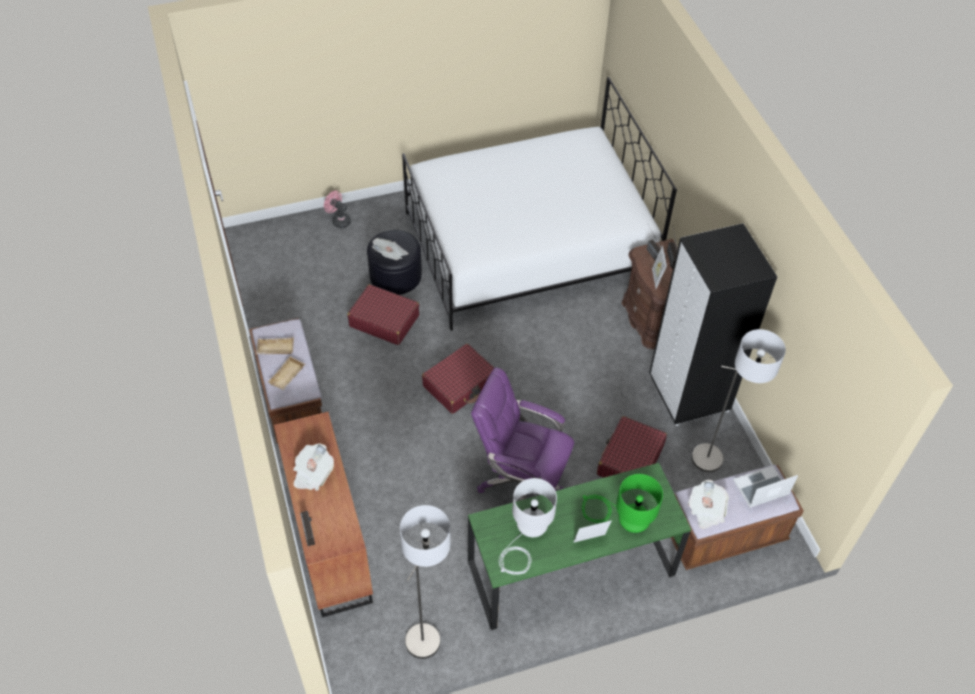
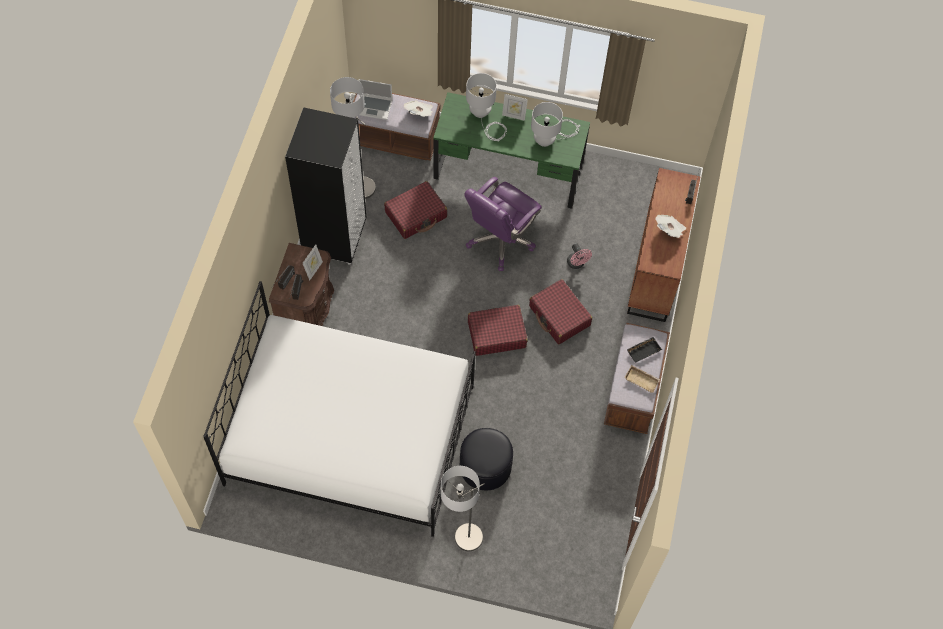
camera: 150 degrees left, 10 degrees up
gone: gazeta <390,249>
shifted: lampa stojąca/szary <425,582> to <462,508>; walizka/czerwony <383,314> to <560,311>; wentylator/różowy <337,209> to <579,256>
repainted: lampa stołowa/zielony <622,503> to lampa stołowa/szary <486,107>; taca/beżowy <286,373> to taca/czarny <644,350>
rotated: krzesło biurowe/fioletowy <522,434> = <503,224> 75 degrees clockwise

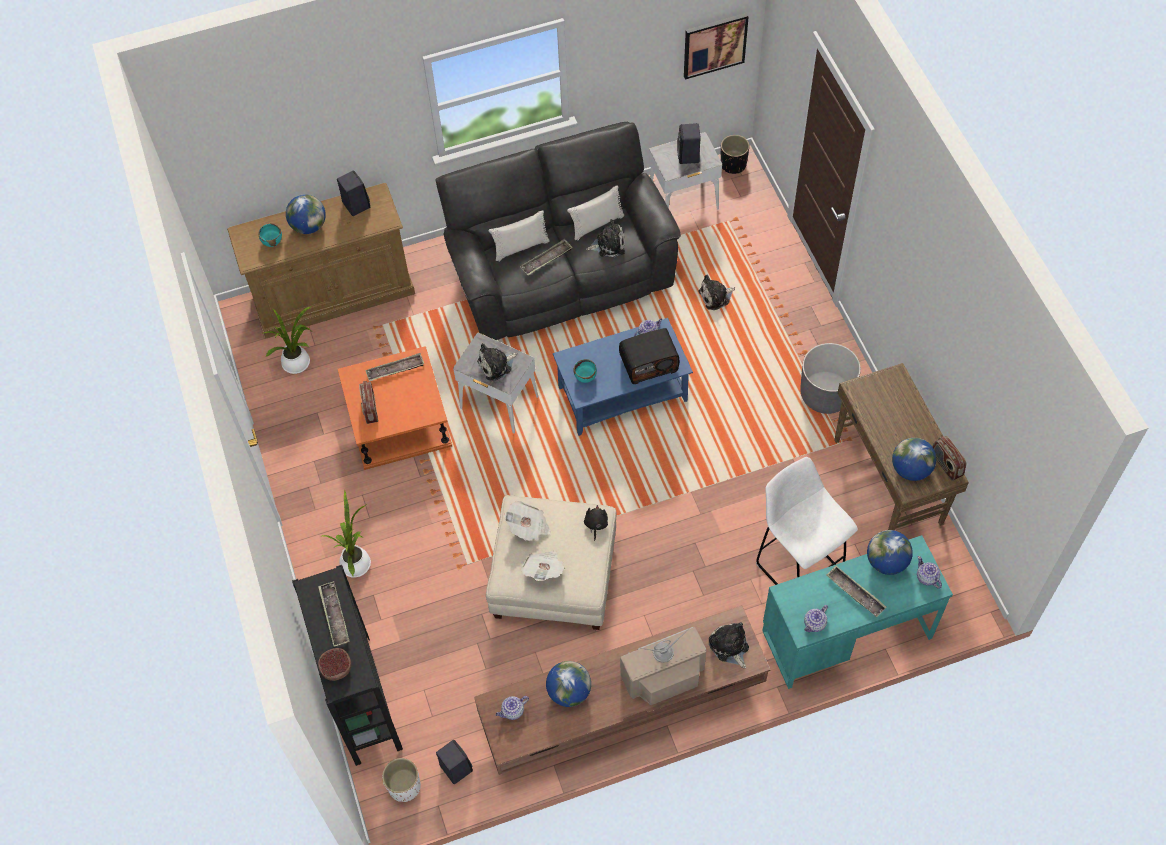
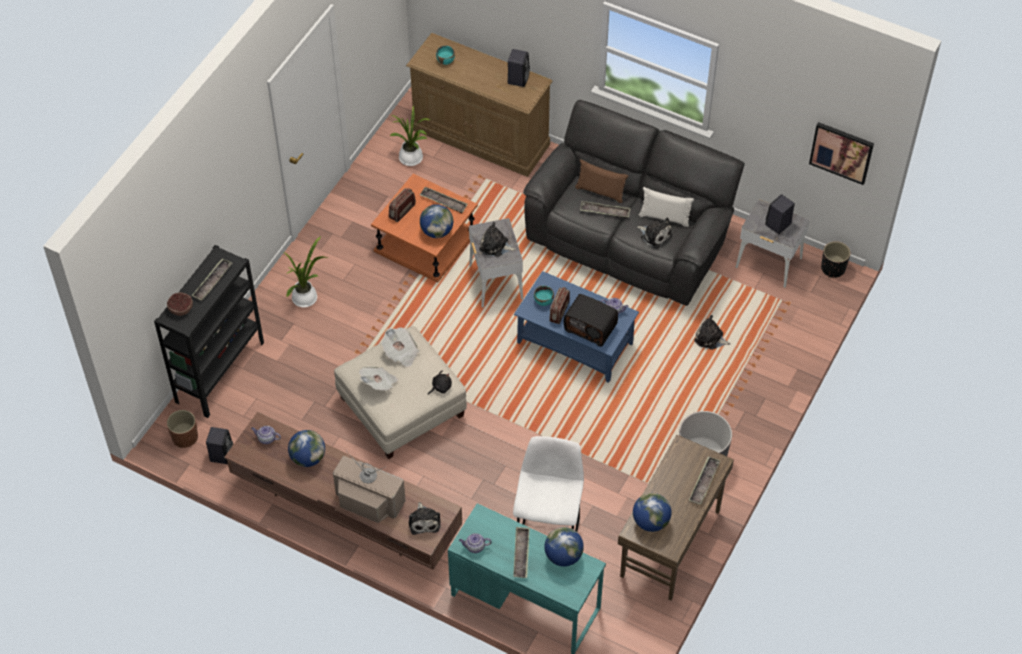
camera: 45 degrees right, 5 degrees down
gone: imbryk <929,572>
new: taca <705,480>
shifted: globus <306,214> to <436,221>; radio <949,458> to <559,305>
repainted: donica/biały <401,780> to donica/brązowy <182,429>; poduszka/biały <519,236> to poduszka/brązowy <601,181>
rotated: pluszak <729,645> = <425,518> 150 degrees clockwise

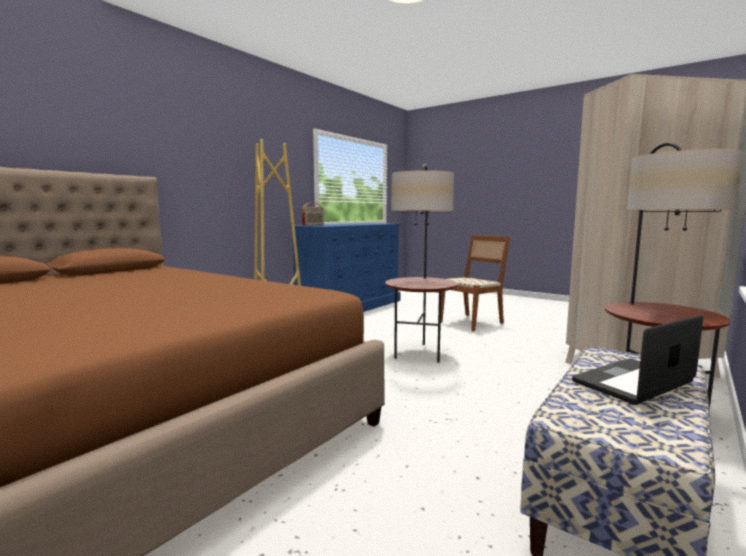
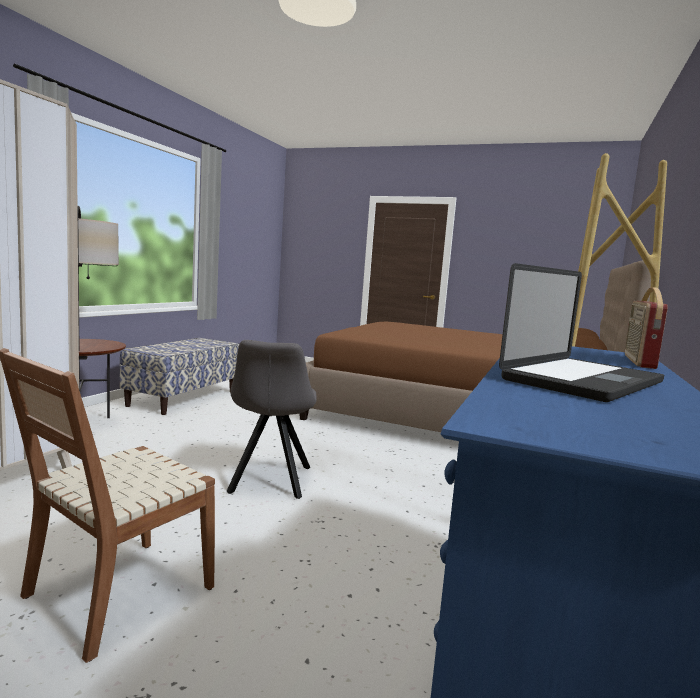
camera: 165 degrees right, 0 degrees up
shifted: laptop <637,360> to <581,332>
swapped: lampa stojąca <421,263> to krzesło/szary <271,419>

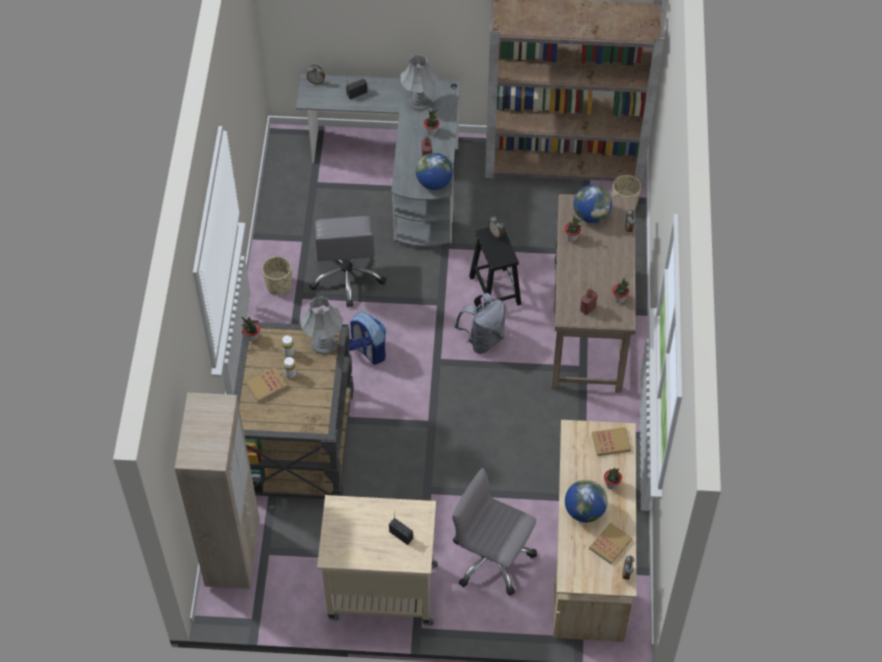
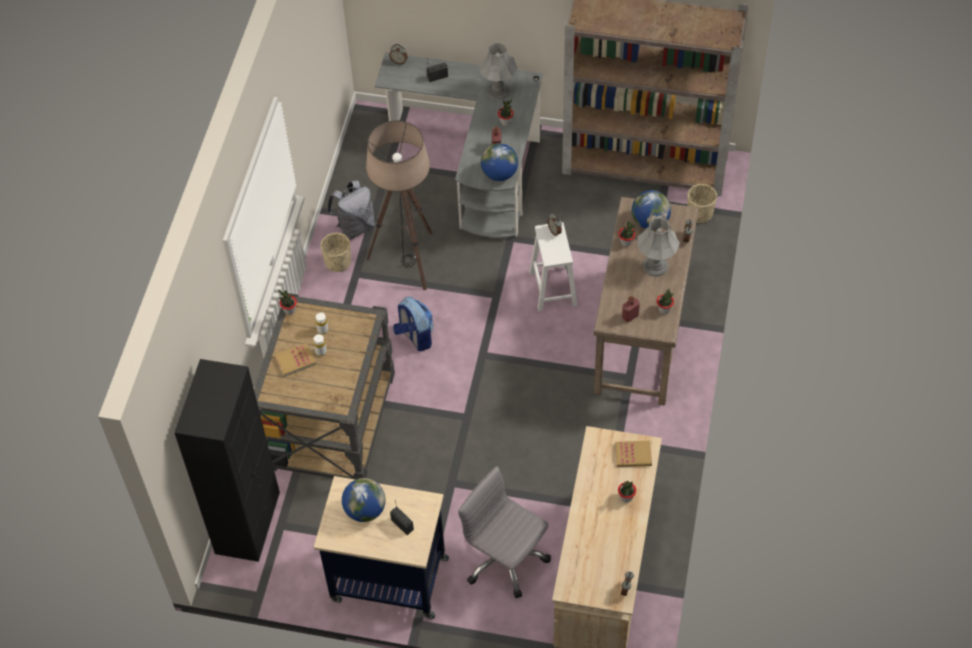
camera: 10 degrees right, 0 degrees up
gone: książka <610,543>
shifted: plecak/szary <480,323> to <351,210>; globus <586,501> to <364,500>; lampa stołowa/szary <322,325> to <658,246>
swapped: krzesło biurowe/szary <347,261> to lampa stojąca <399,205>
repainted: szafka/beżowy <217,491> to szafka/czarny <227,460>; wózek/beżowy <377,560> to wózek/niebieski <381,547>; stołek/czarny <495,266> to stołek/biały <553,267>

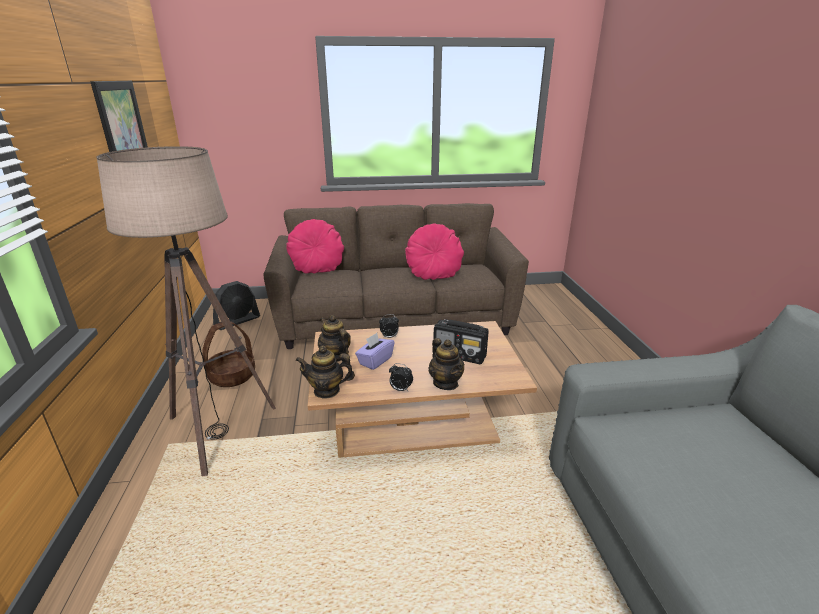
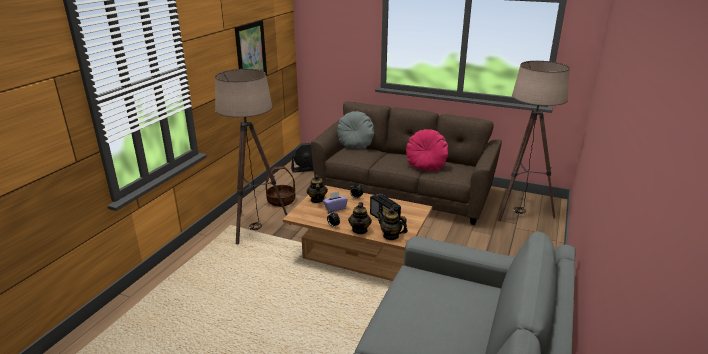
camera: 30 degrees right, 0 degrees up
new: lampa stojąca <534,141>
shifted: imbryk <325,372> to <392,224>
repainted: poduszka/różowy <315,246> to poduszka/szary <355,130>

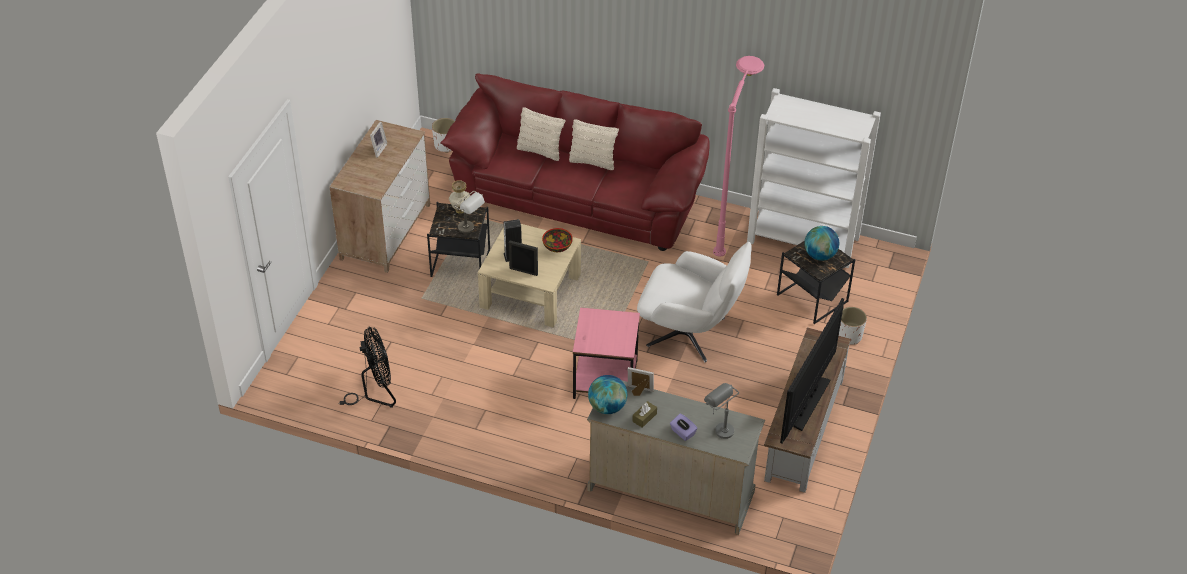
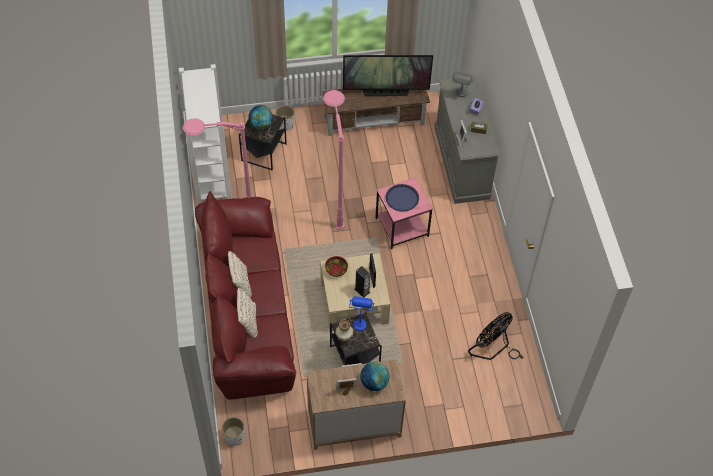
camera: 120 degrees left, 10 degrees up
new: taca/niebieski <402,198>
shifted: globus <607,394> to <374,376>
swapped: fotel/biały <694,302> to lampa stojąca/różowy <334,160>
repainted: lampa stołowa/szary <470,212> to lampa stołowa/niebieski <361,313>

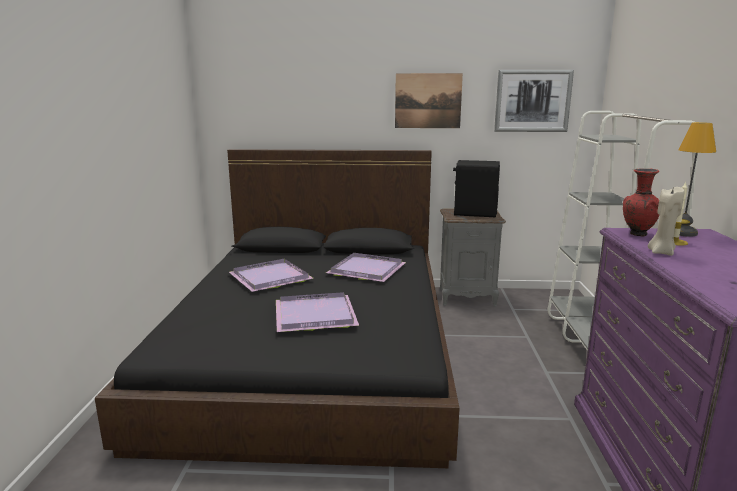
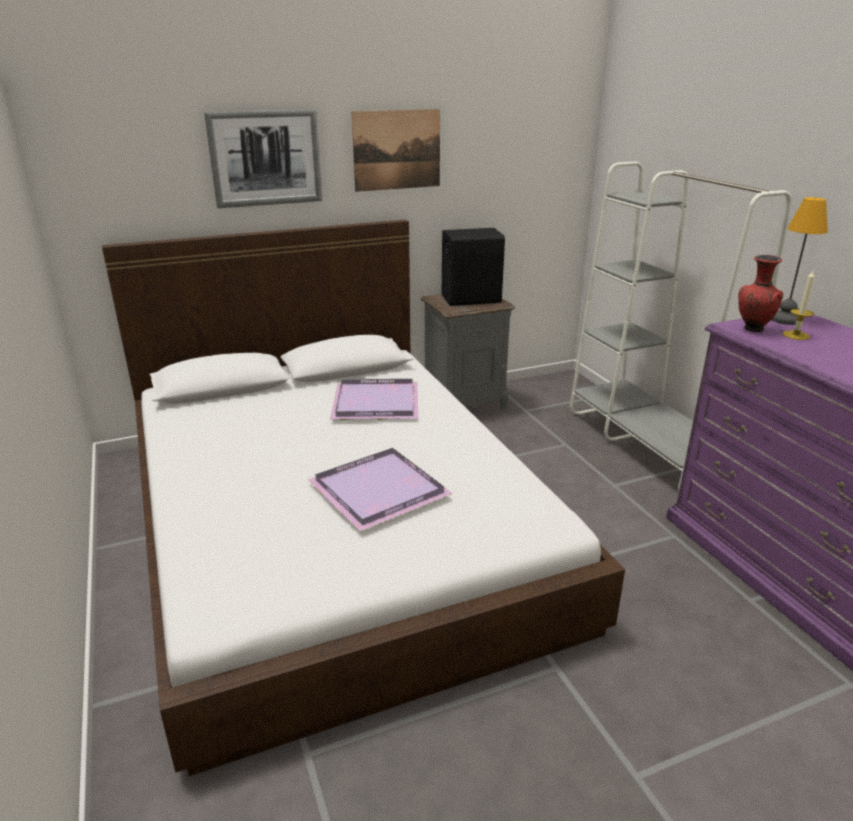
camera: 25 degrees left, 10 degrees up
gone: taca/fioletowy <271,275>; świeca/beżowy <666,221>
shifted: obraz <534,101> to <263,158>
repainted: łóżko/czarny <277,308> to łóżko/biały <363,498>

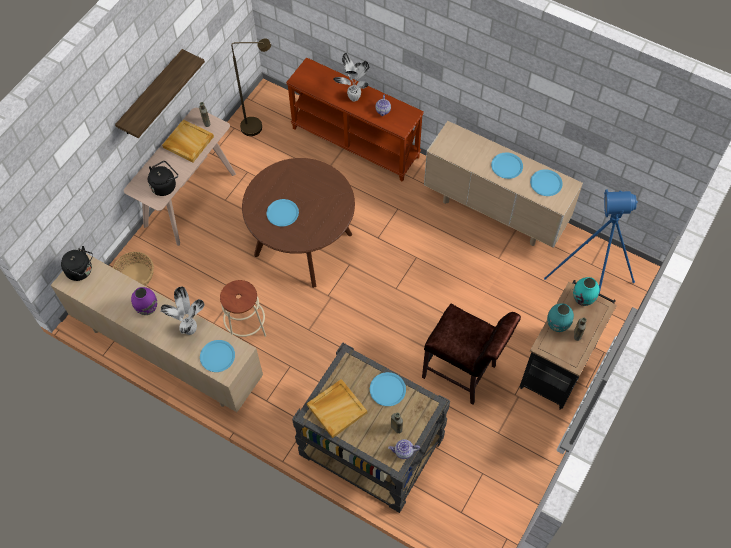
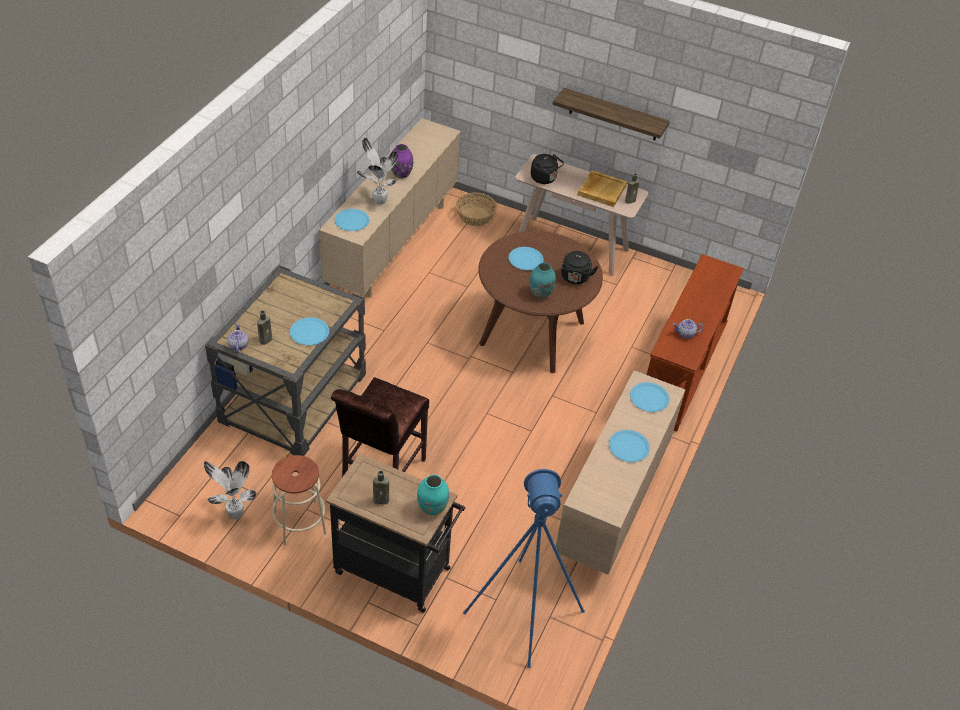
camera: 80 degrees right, 15 degrees down
gone: lampa stojąca/brązowy <251,87>; taca/beżowy <337,408>
shifted: roślina doniczkowa <351,77> to <230,490>; stołek/beżowy <243,308> to <299,500>; wazon/turkusowy <560,317> to <543,281>; czajnik/czarny <77,263> to <579,267>; talerz/niebieski <546,182> to <649,397>

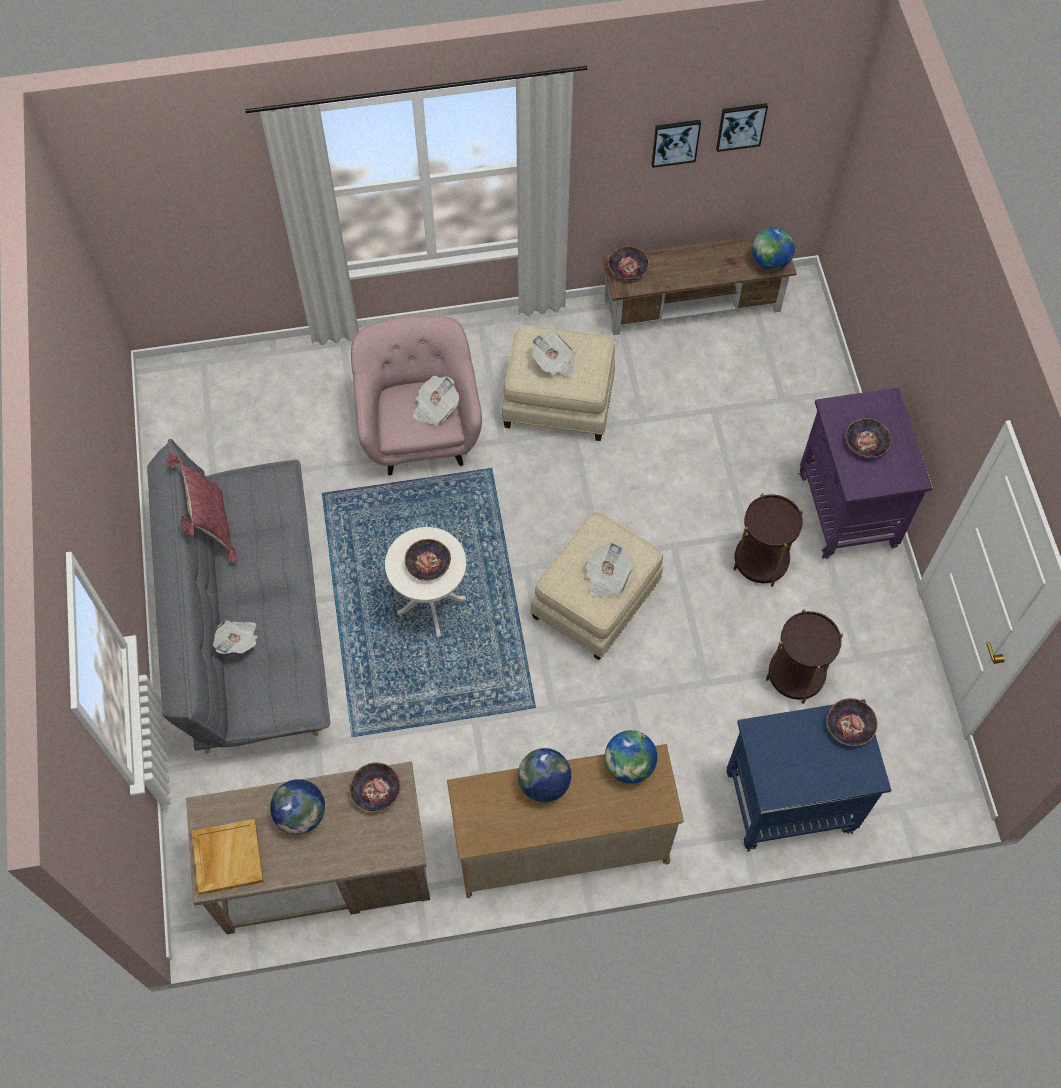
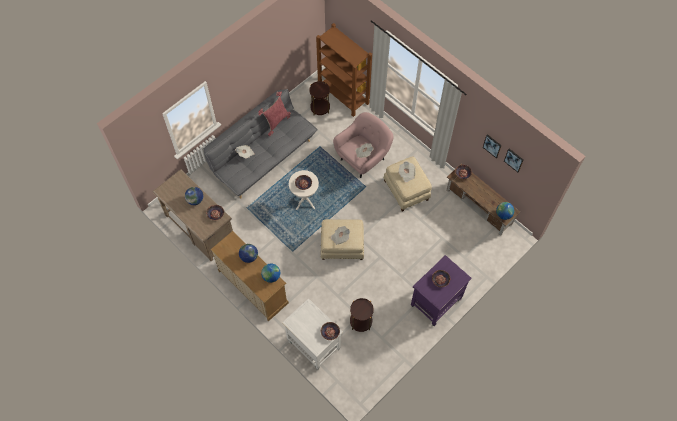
camera: 55 degrees right, 0 degrees up
gone: taca/beżowy <228,857>
new: regał/brązowy <344,70>
shifted: stolik/brązowy <768,540> to <319,98>
repainted: wózek/niebieski <809,775> to wózek/biały <312,334>

